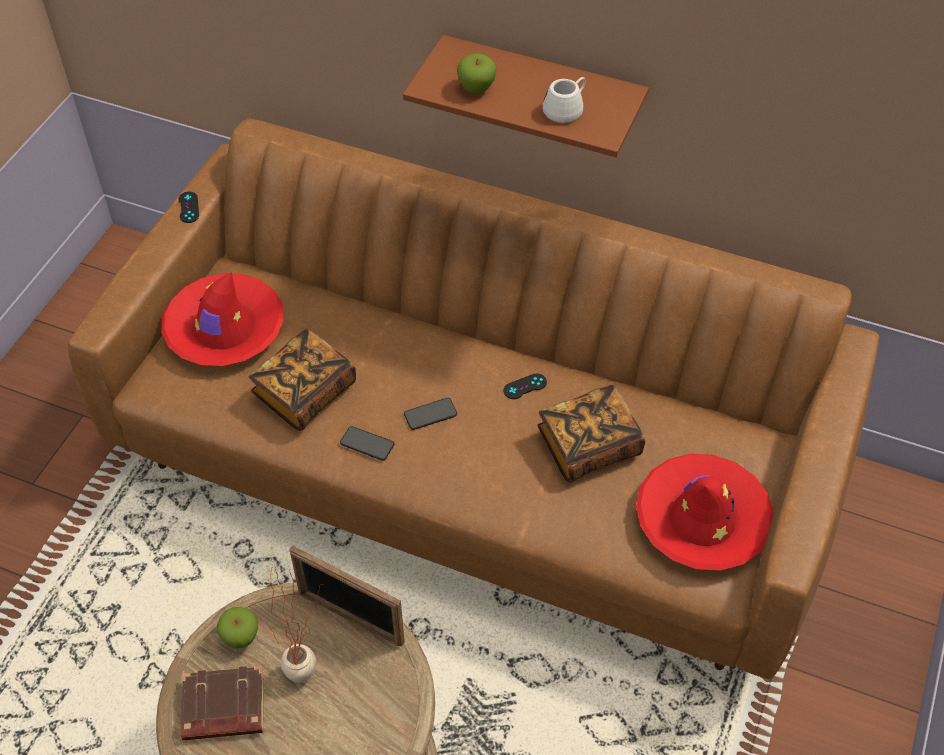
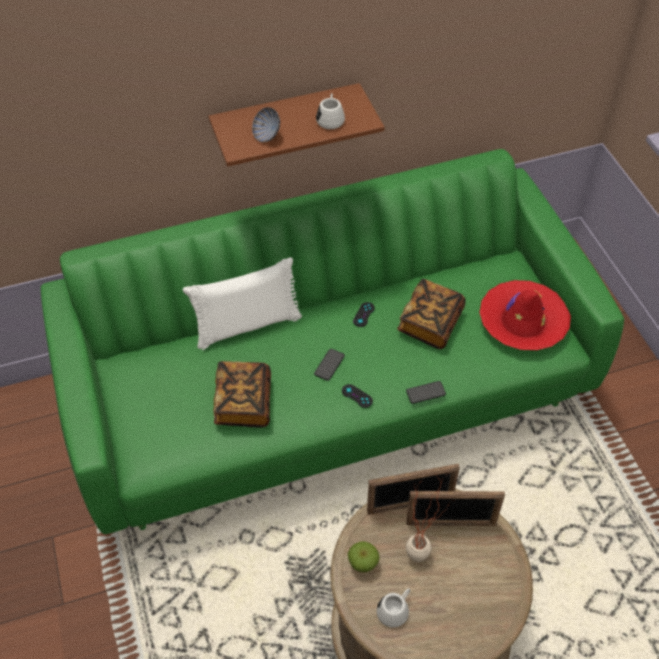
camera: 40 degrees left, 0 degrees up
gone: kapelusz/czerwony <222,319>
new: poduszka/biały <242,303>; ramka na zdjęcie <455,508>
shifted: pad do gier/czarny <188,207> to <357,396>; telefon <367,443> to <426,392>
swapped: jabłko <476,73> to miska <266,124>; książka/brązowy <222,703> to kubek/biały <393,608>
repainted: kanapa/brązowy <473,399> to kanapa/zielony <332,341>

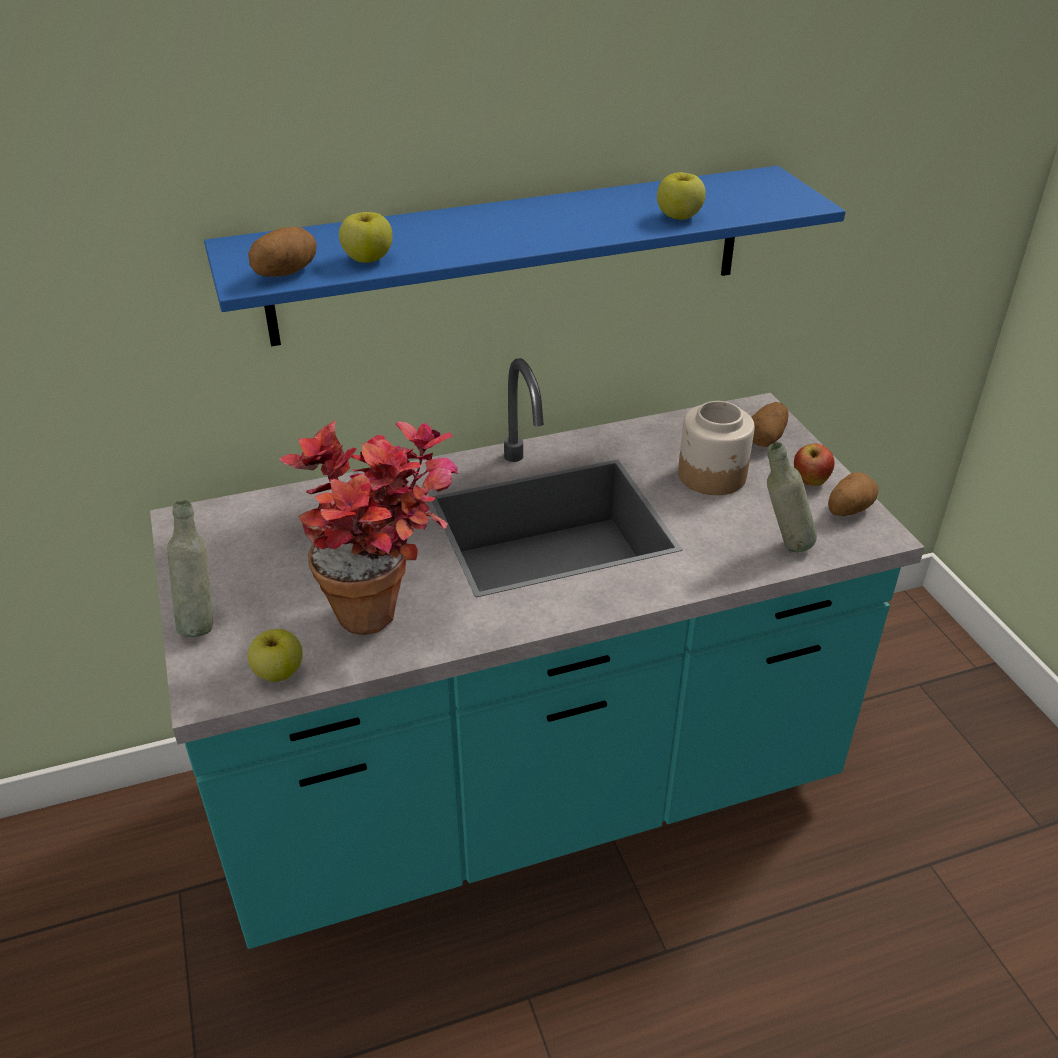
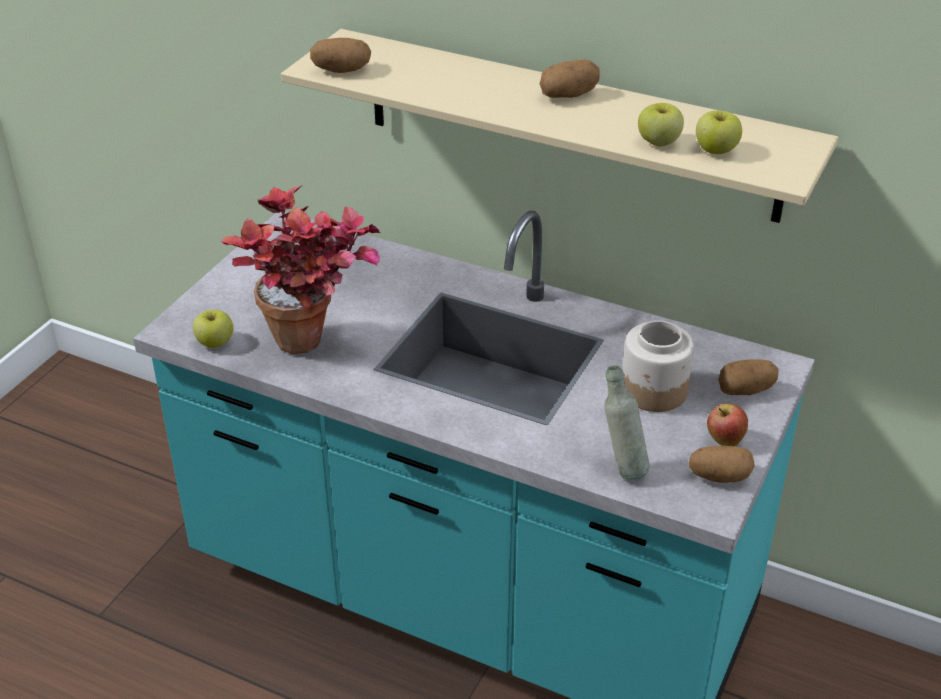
camera: 45 degrees right, 0 degrees up
gone: butelka/szary <190,568>
new: ziemniak <569,78>
shifted: jabłko <366,237> to <719,132>
repainted: półka/niebieski <524,256> to półka/beżowy <559,126>

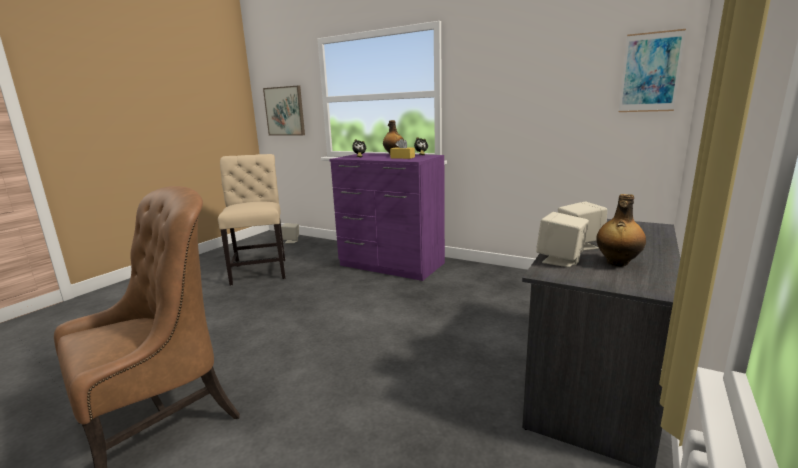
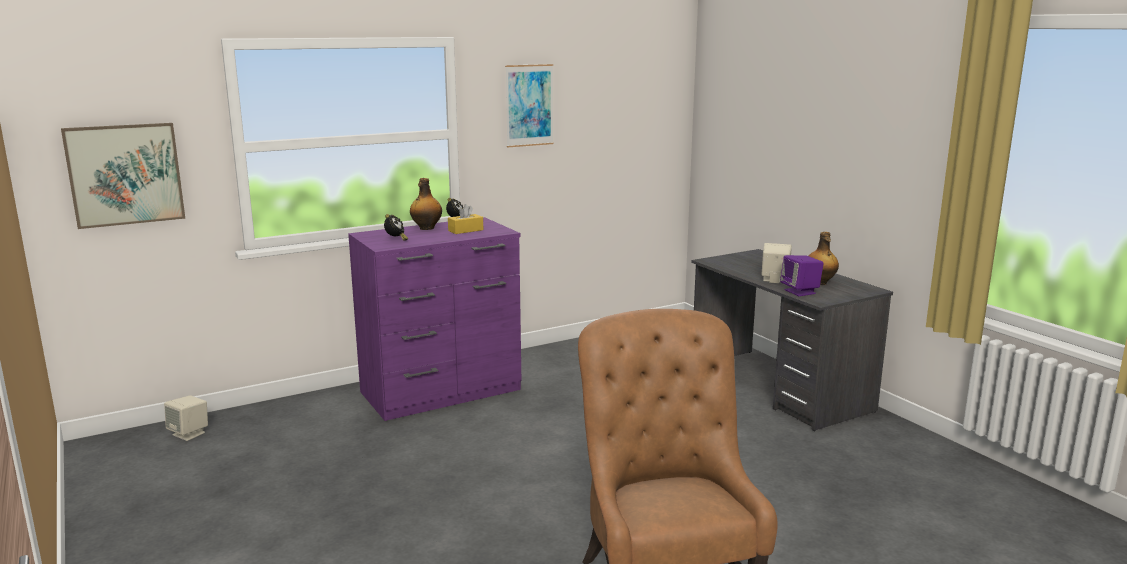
camera: 60 degrees left, 0 degrees up
gone: krzesło/beżowy <251,220>
shifted: obraz <652,70> to <529,105>
repainted: głośnik/beżowy <562,239> to głośnik/fioletowy <802,275>

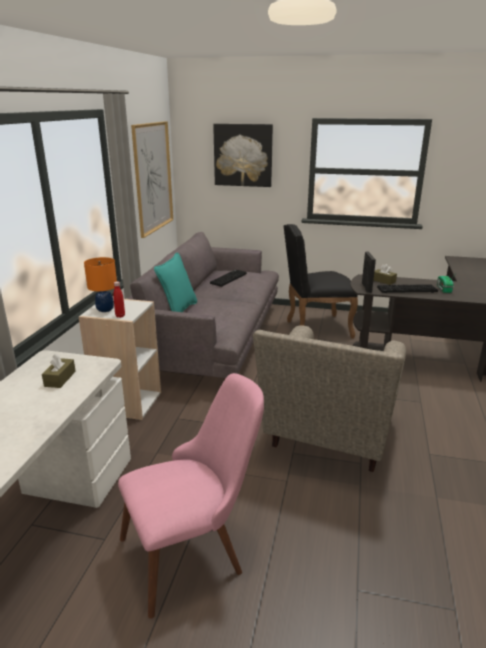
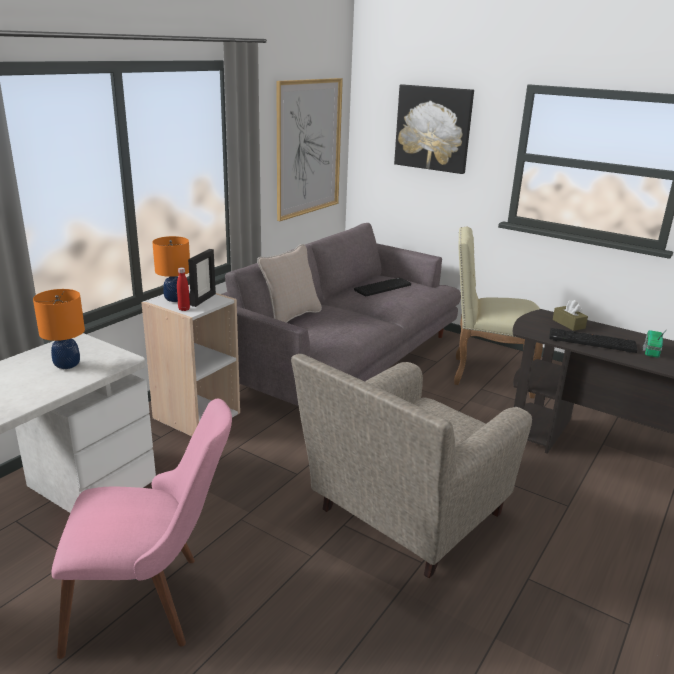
camera: 20 degrees right, 0 degrees up
shifted: ramka na zdjęcie <369,272> to <202,278>
swapped: pudełko chusteczek/brązowy <59,371> to lampa stołowa/pomarańczowy <59,329>
repainted: poduszka/turkusowy <175,282> to poduszka/beżowy <289,283>; krzesło/czarny <321,281> to krzesło/beżowy <498,312>

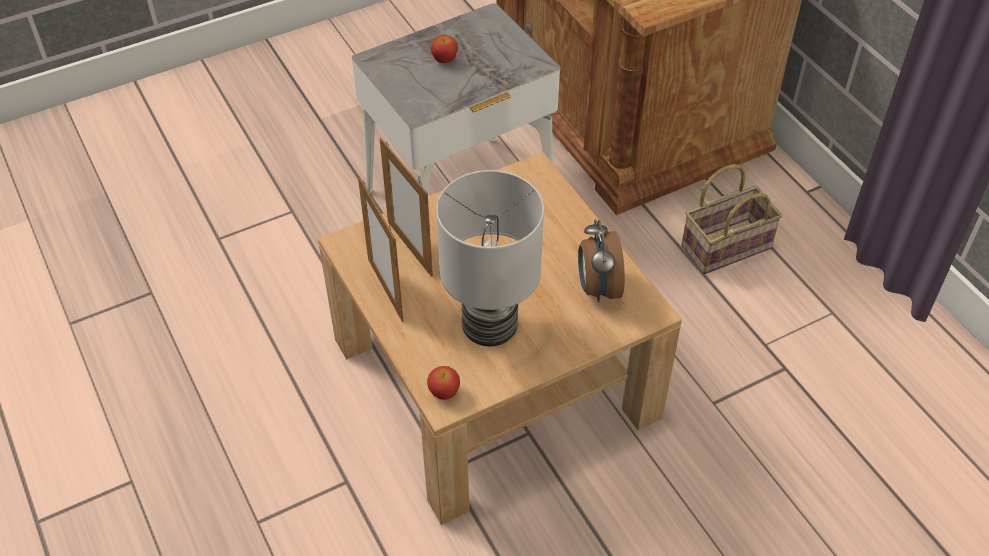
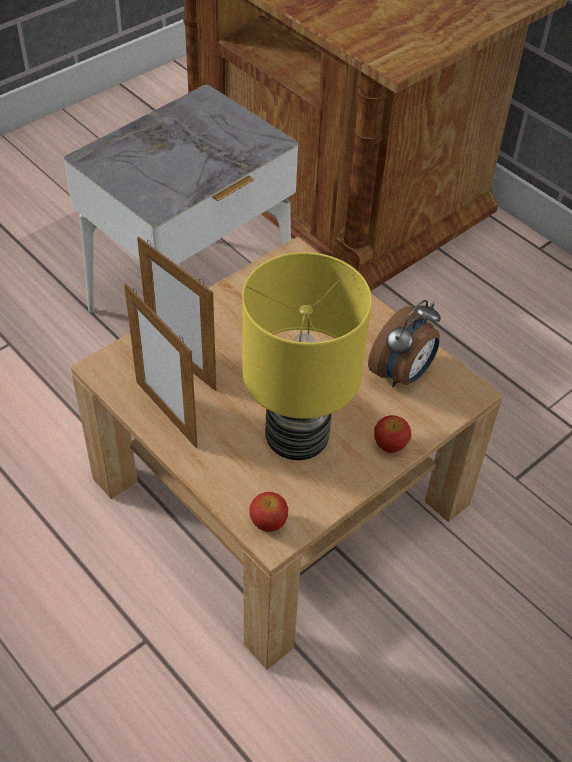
camera: 15 degrees left, 0 degrees up
gone: koszyk <731,219>
shifted: jabłko <444,49> to <392,434>
repainted: lampa stołowa/szary <490,258> to lampa stołowa/żółty <307,356>
rotated: budzik <601,260> = <404,344> 120 degrees counterclockwise

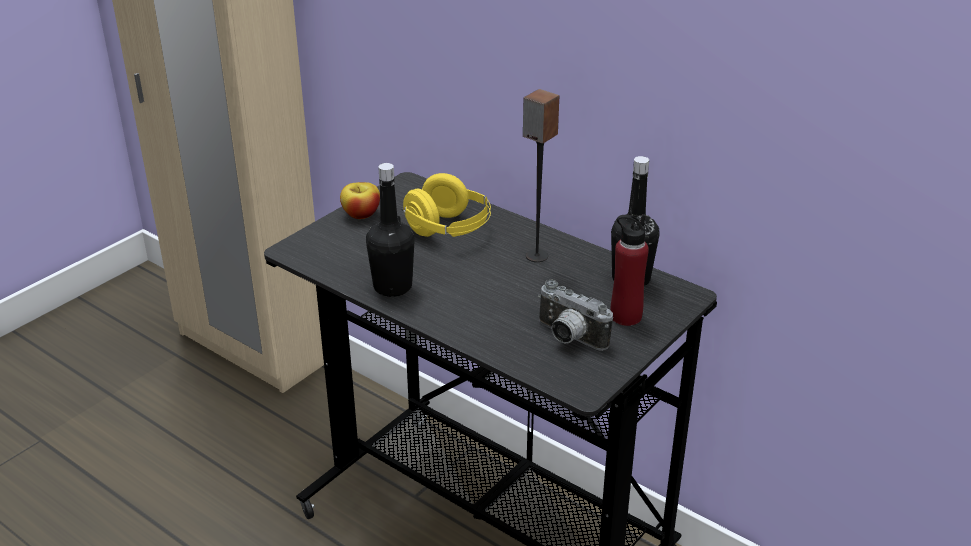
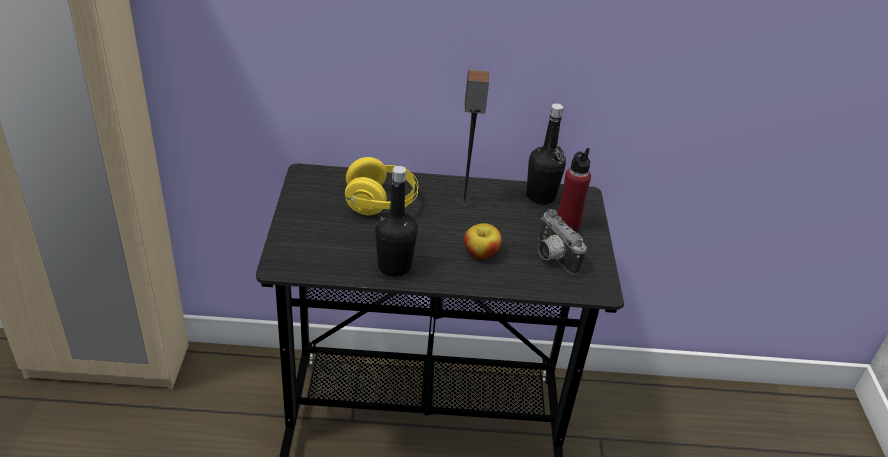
camera: 40 degrees left, 5 degrees up
shifted: jabłko <360,200> to <483,241>
rotated: aparat fotograficzny <575,315> = <562,242> 60 degrees clockwise

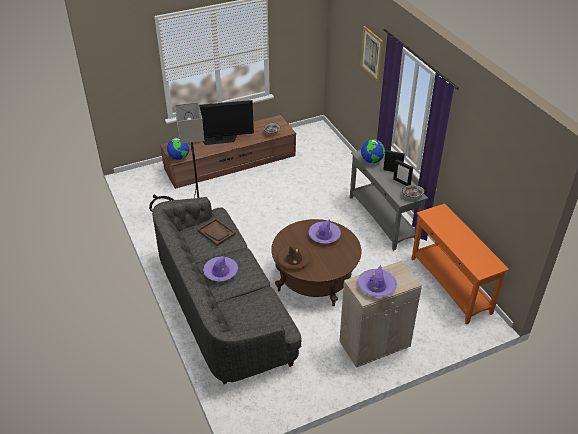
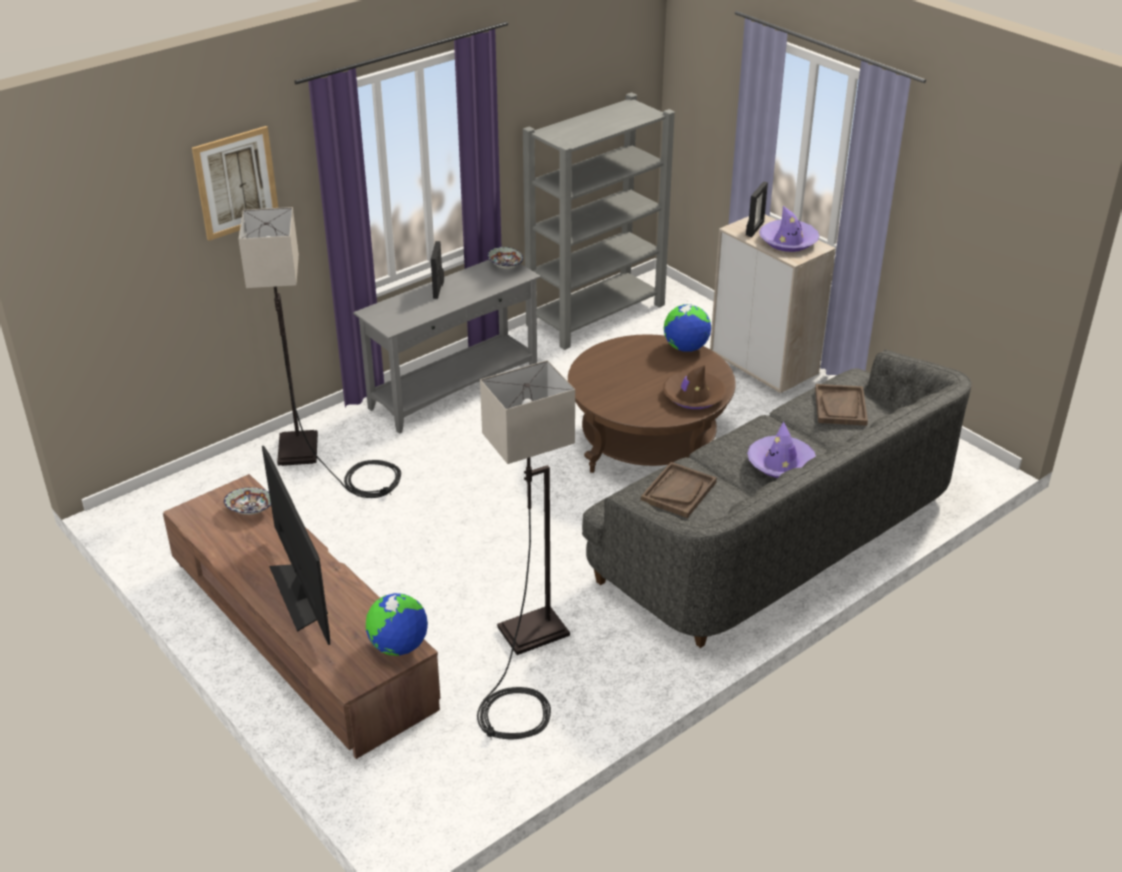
camera: 105 degrees left, 5 degrees down
gone: kapelusz/fioletowy <324,231>
new: lampa stojąca <319,352>; taca/brązowy <841,405>
shifted: globus <373,151> to <687,328>; ramka na zdjęcie <403,173> to <757,209>
swapped: stolik konsolowy/pomarańczowy <460,264> to regał/szary <599,221>

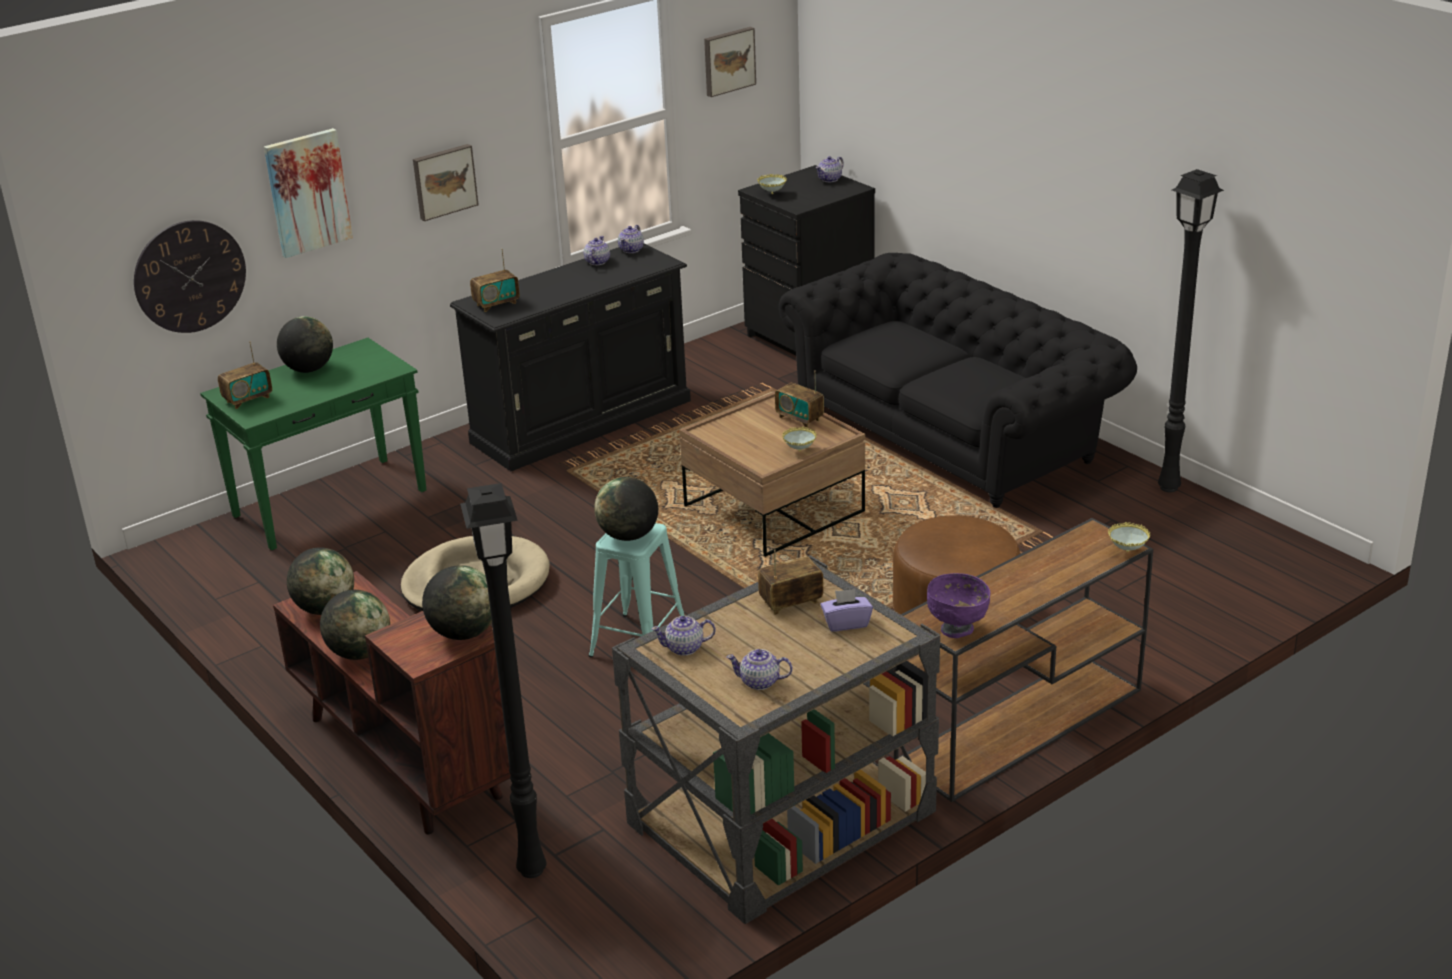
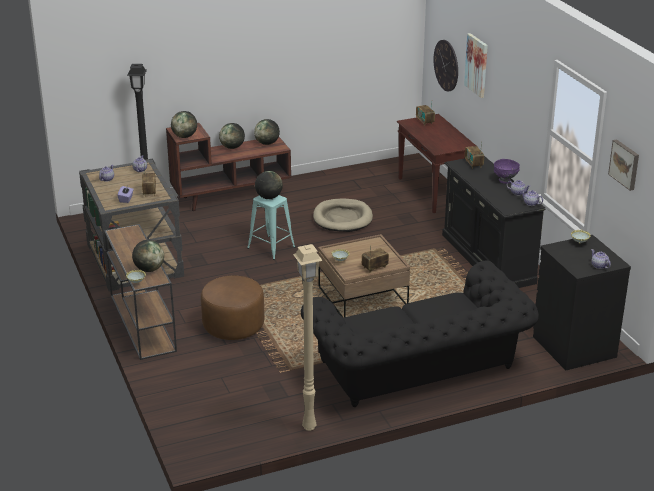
camera: 105 degrees right, 0 degrees up
gone: obraz <446,182>
shifted: globus <305,344> to <148,256>; miska/fioletowy <958,605> to <507,171>
repainted: lampa stojąca/czarny <1191,330> to lampa stojąca/beżowy <308,337>; stolik konsolowy/zielony <313,444> to stolik konsolowy/brązowy <436,163>

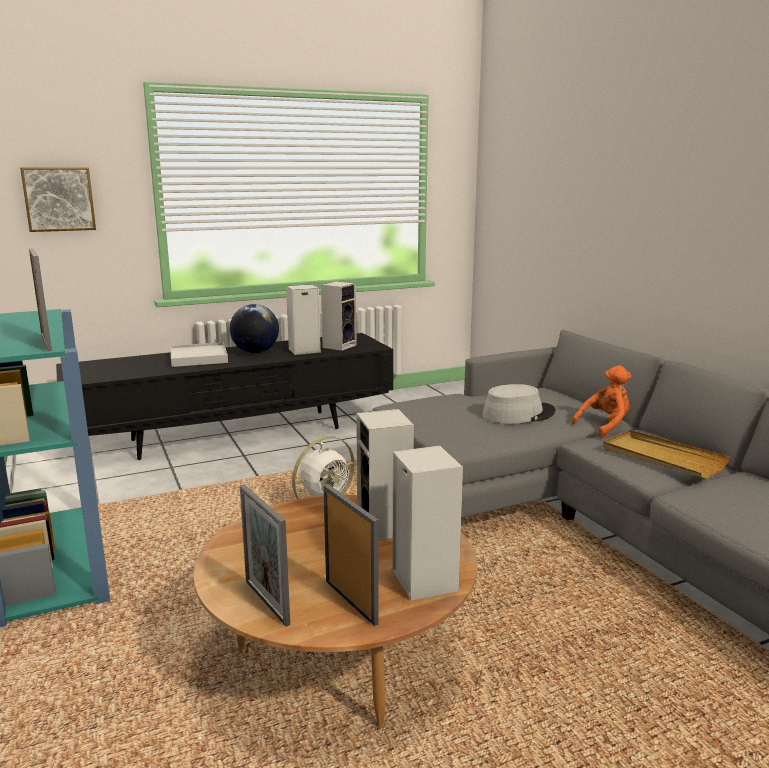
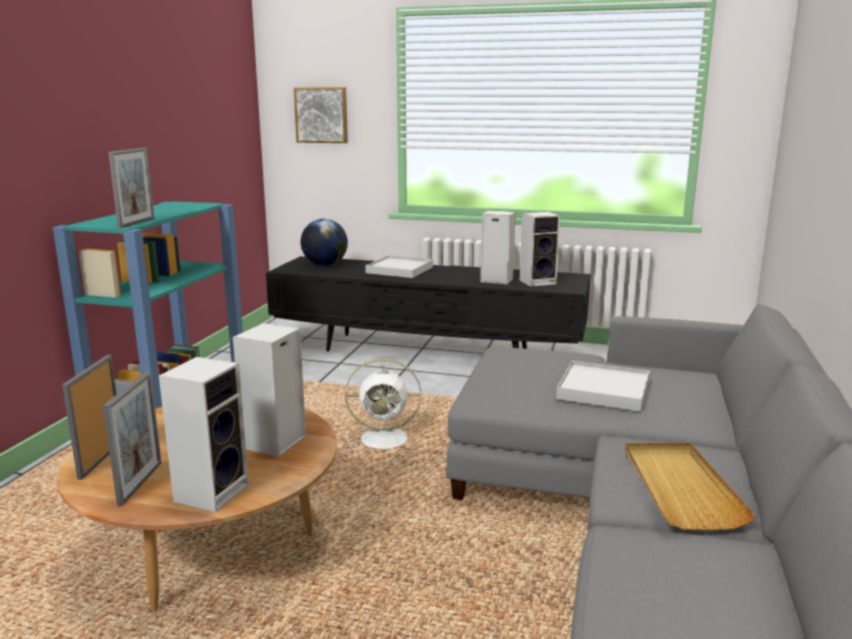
camera: 40 degrees right, 0 degrees up
gone: pluszak/pomarańczowy <601,401>
shifted: globus <254,328> to <324,242>
swapped: kapelusz/szary <519,404> to taca/biały <603,386>

